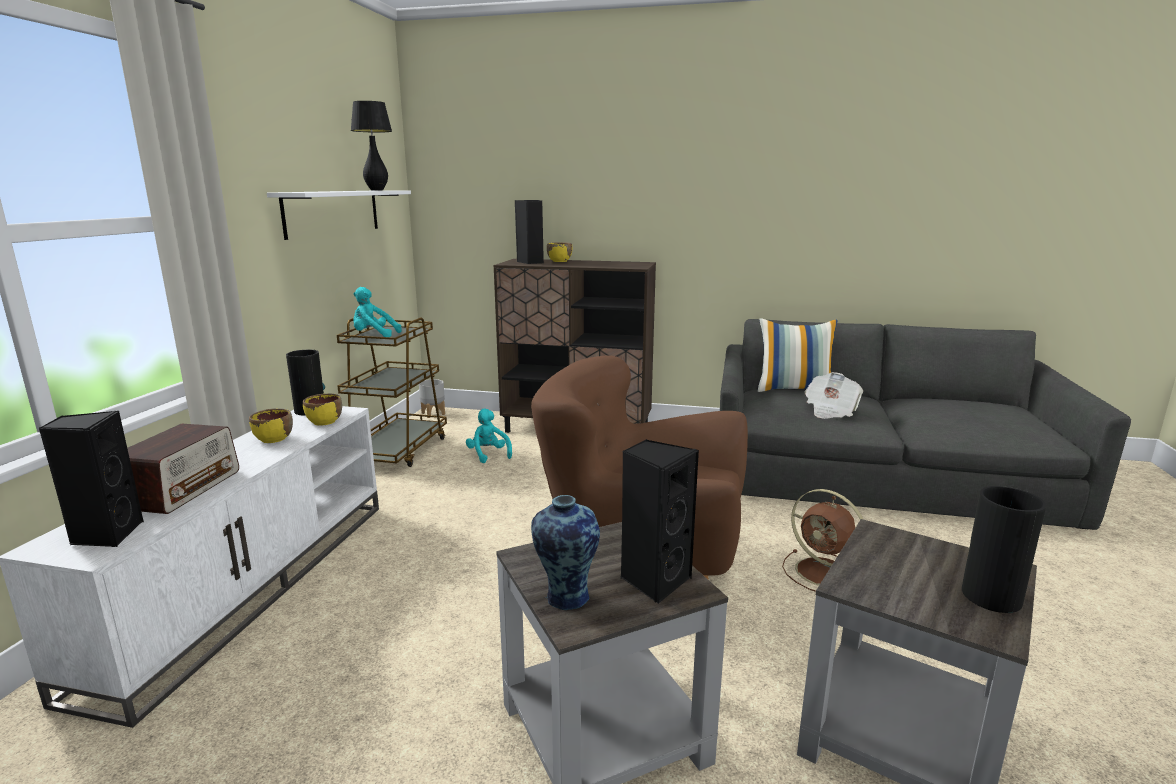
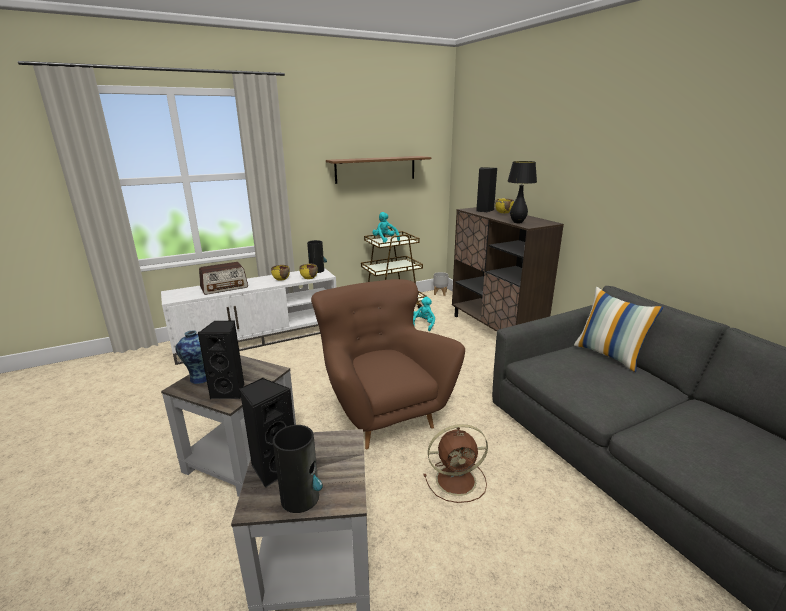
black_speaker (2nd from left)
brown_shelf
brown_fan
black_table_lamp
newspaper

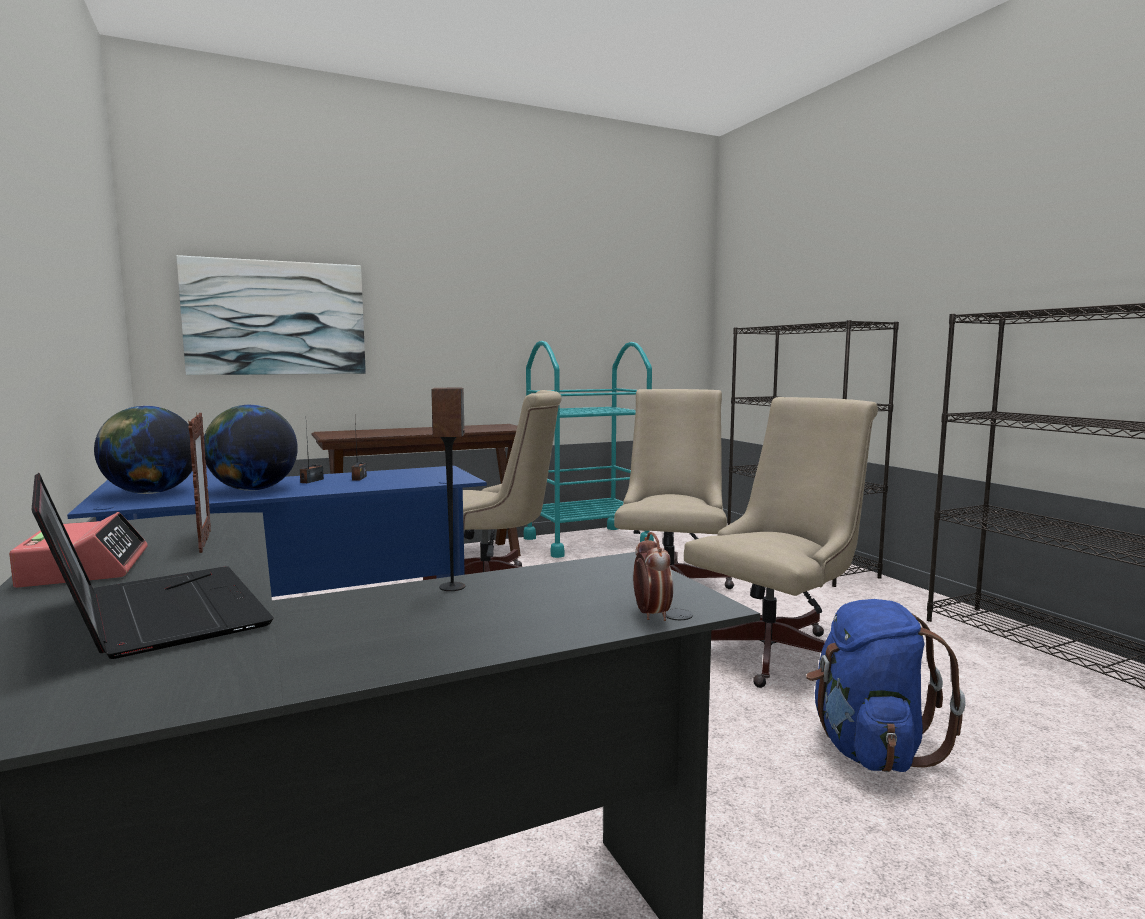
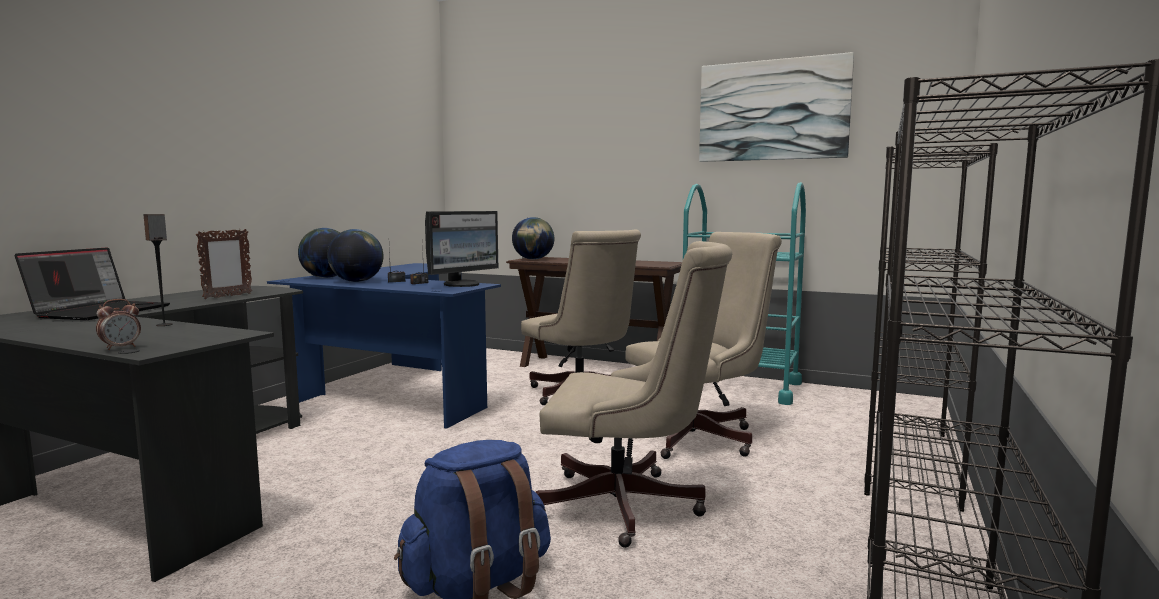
monitor
globe (3rd from left)
picture
alarm_clock (1st from left in the first image)

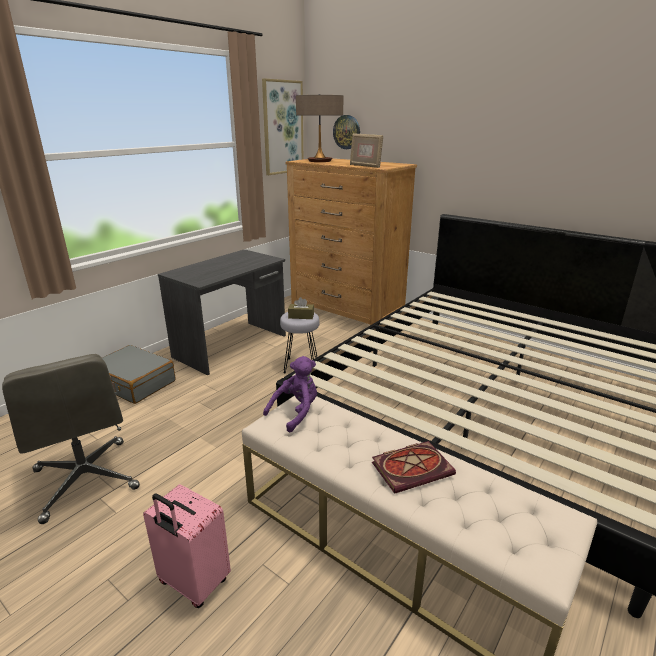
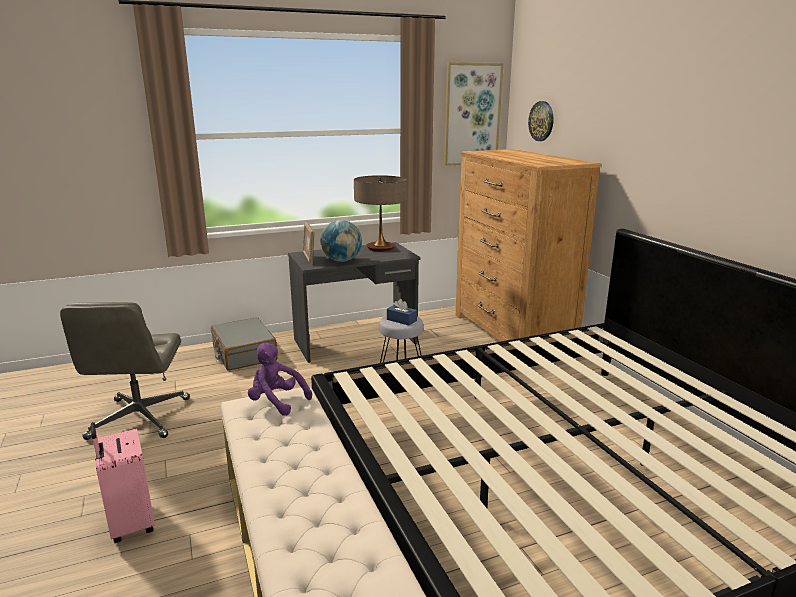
purple_plush_toy
picture_frame
globe
table_lamp
blue_tissue_box
book

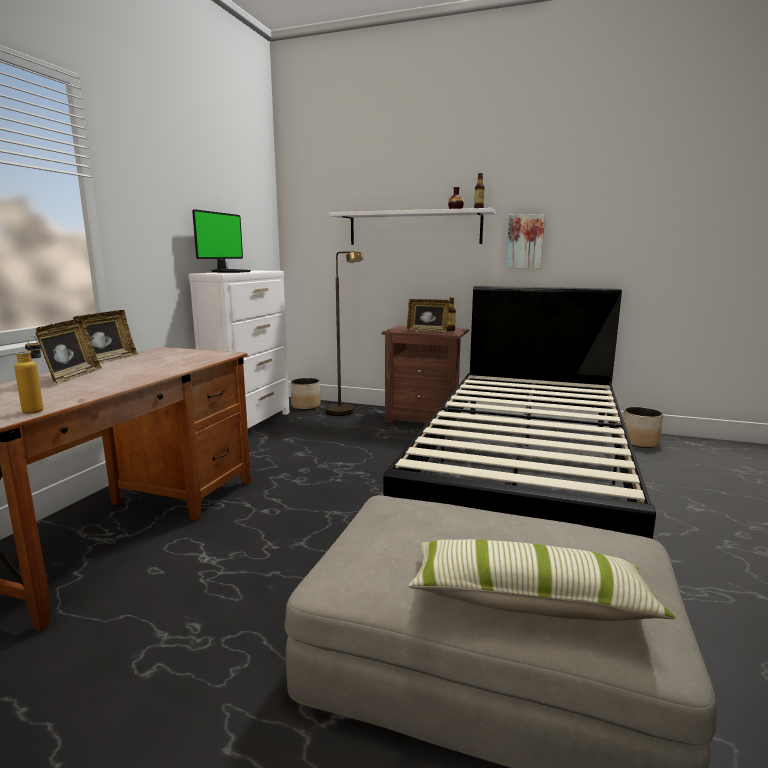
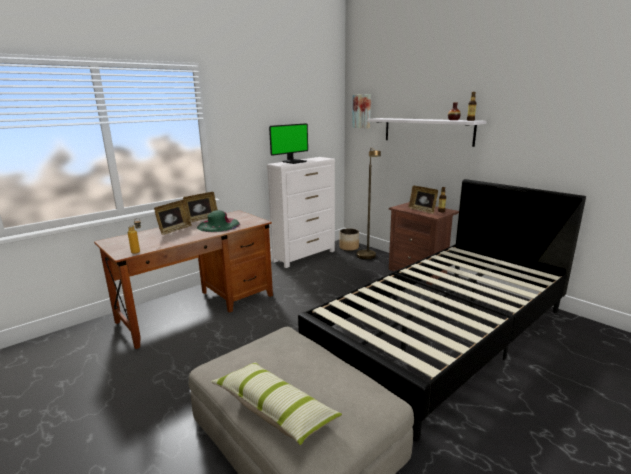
green_hat
picture
planter (2nd from left in the first image)

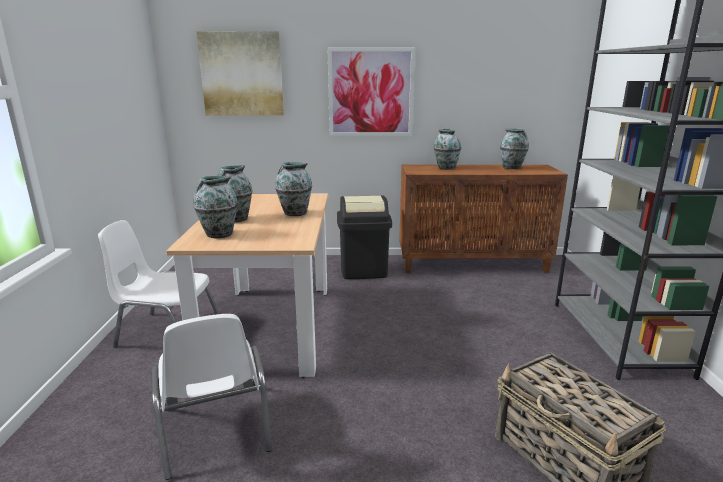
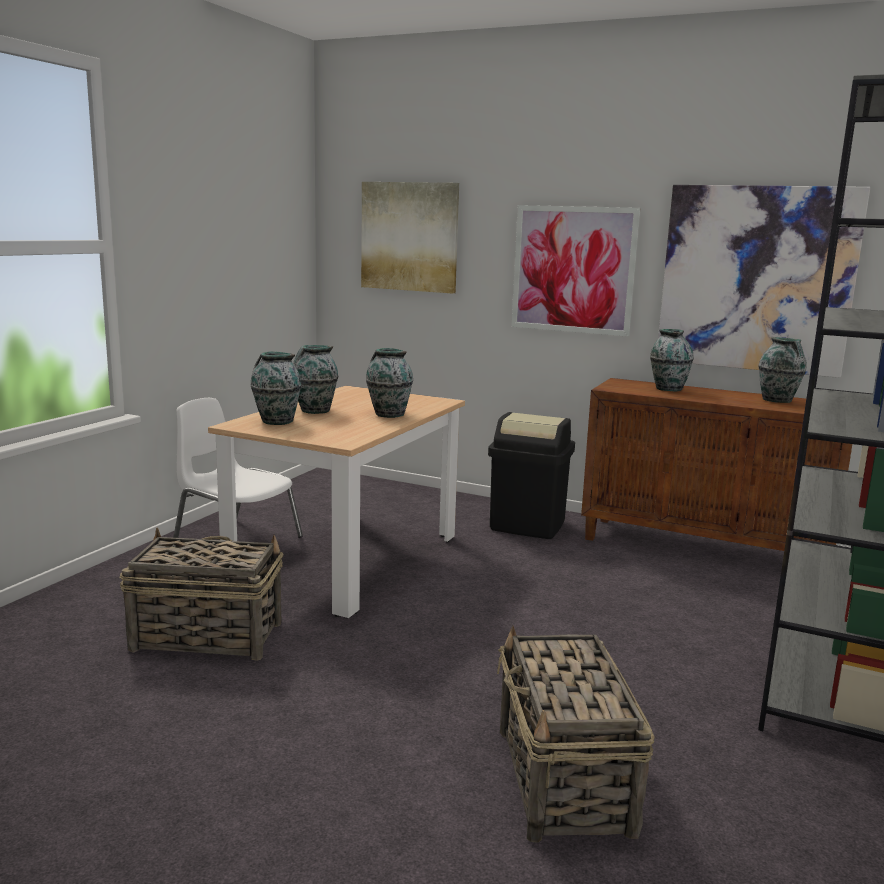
basket (1st from left)
picture (3rd from left)

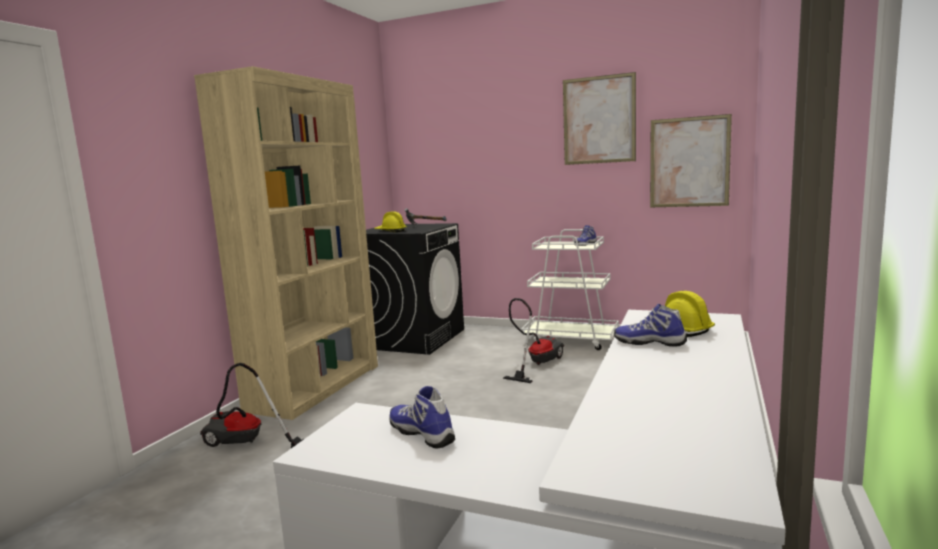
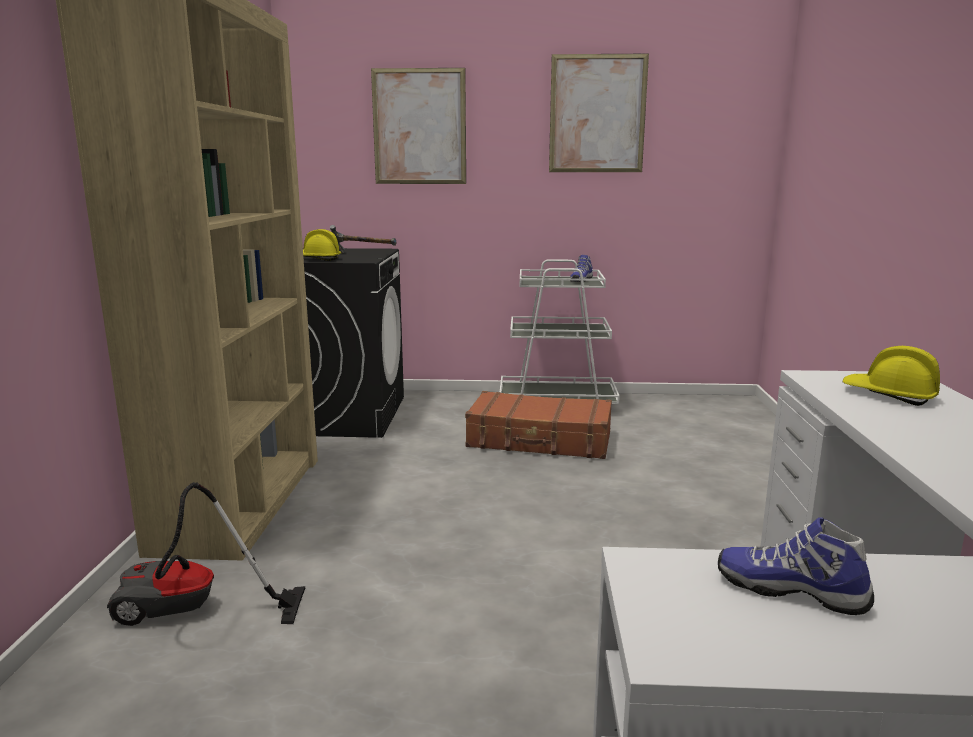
picture (1st from left)
brown_suitcase
shoe (3rd from left in the first image)

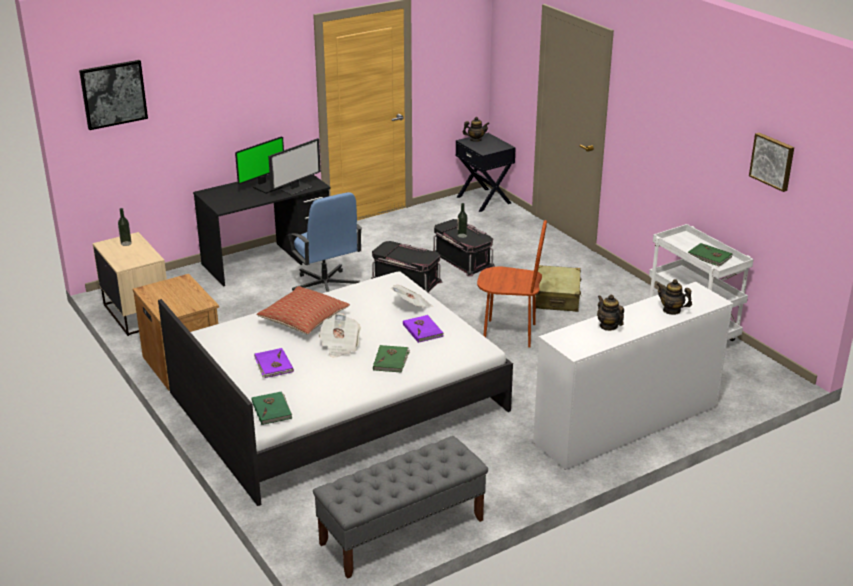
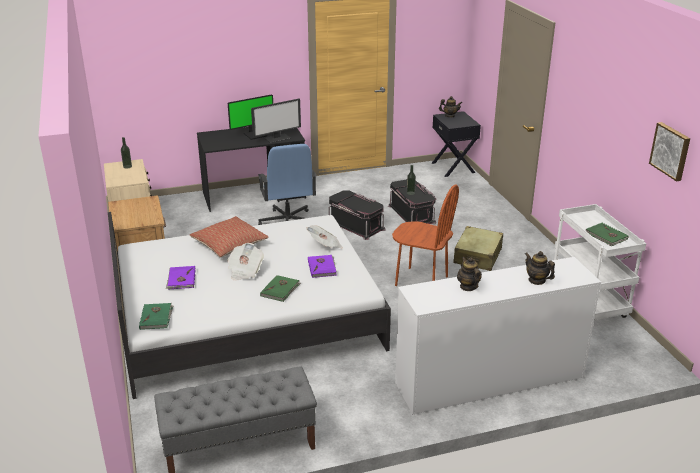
picture (1st from left in the first image)

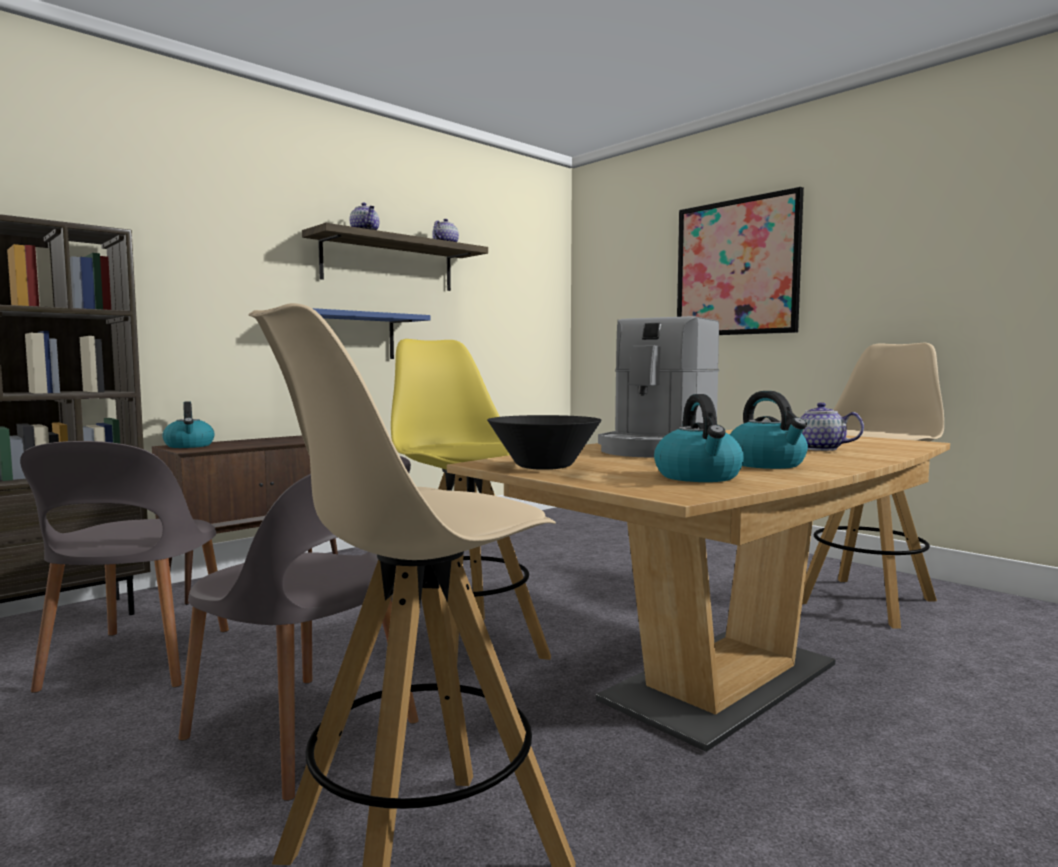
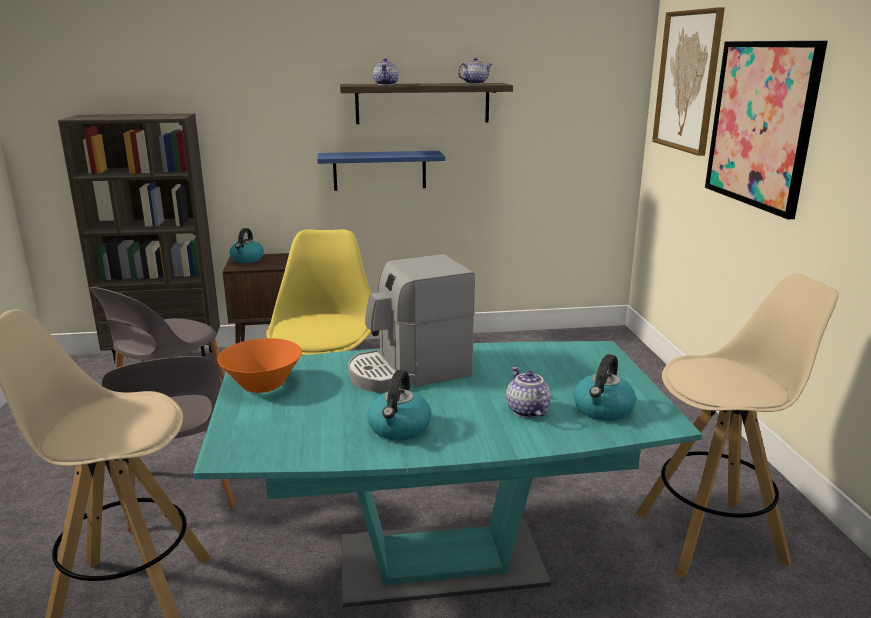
turquoise_dining_table
orange_bowl
kettle (3rd from left)
picture (1st from left)

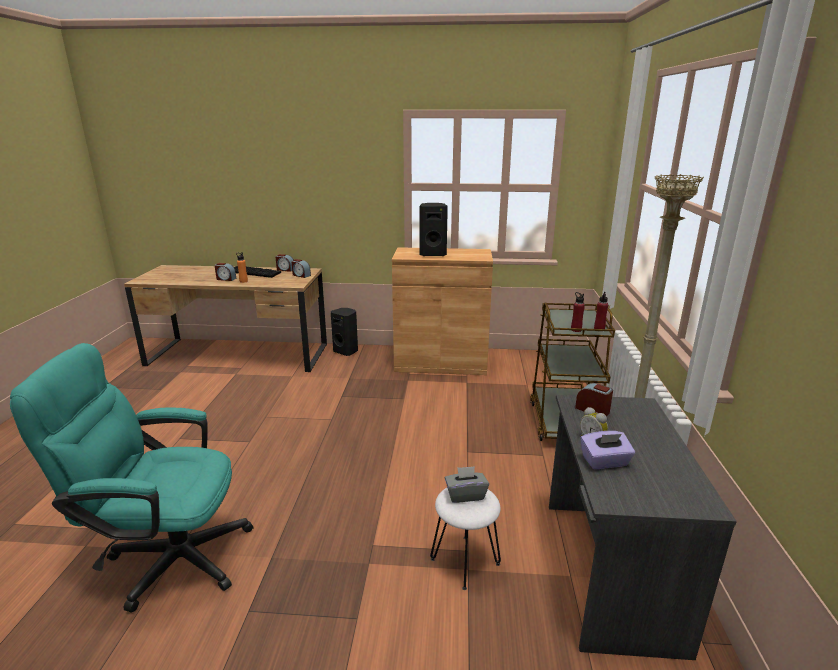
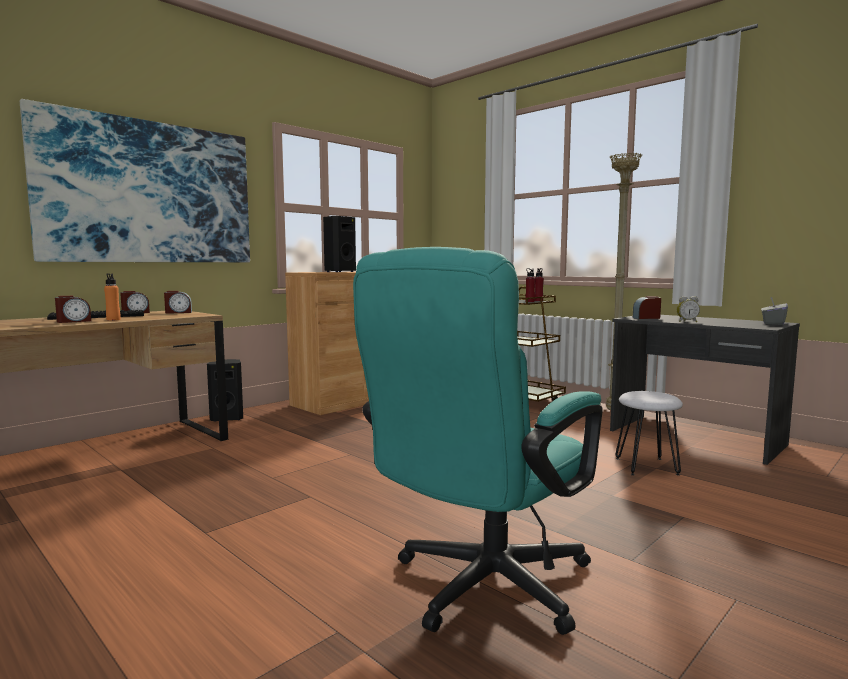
picture
grey_tissue_box
purple_tissue_box

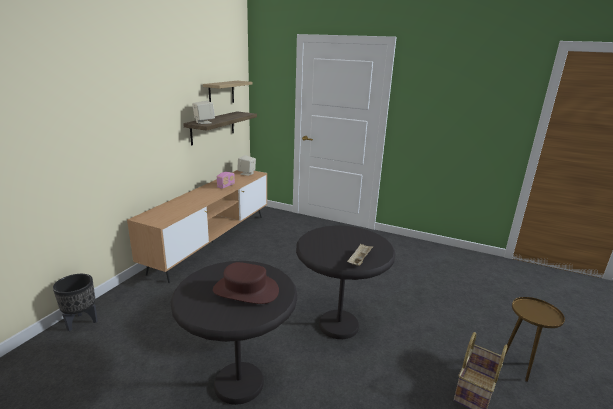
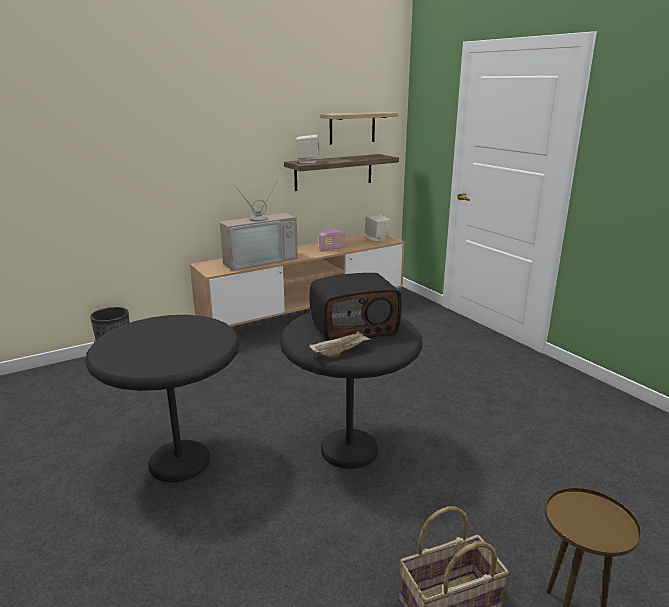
television
radio (2nd from left)
brown_hat

